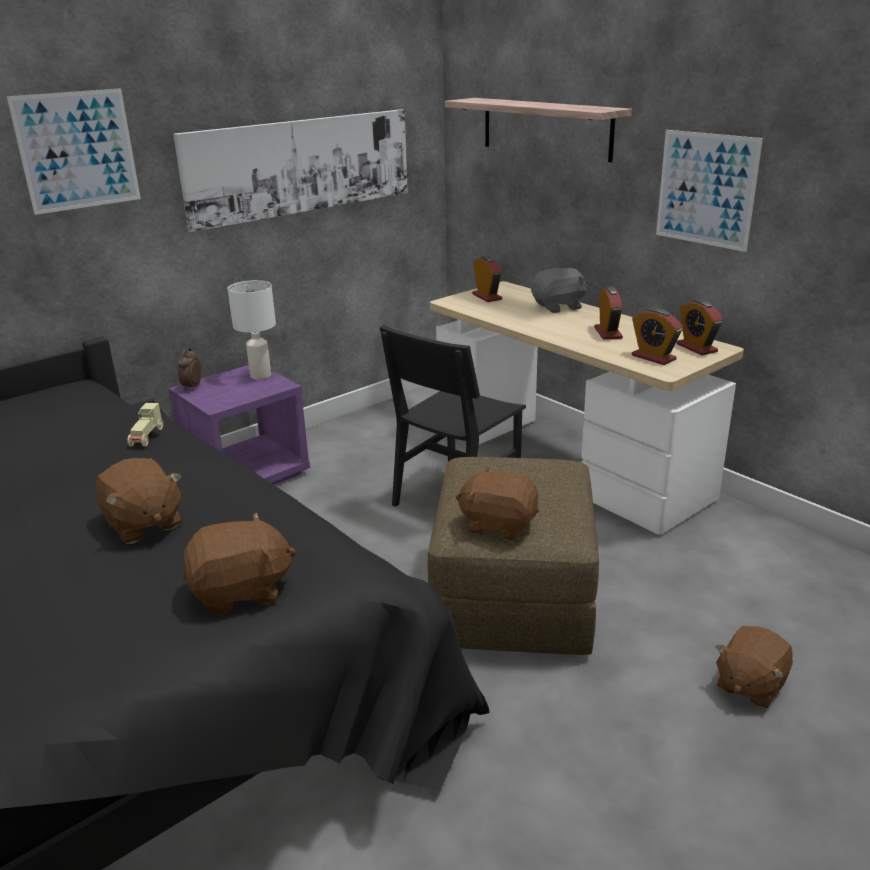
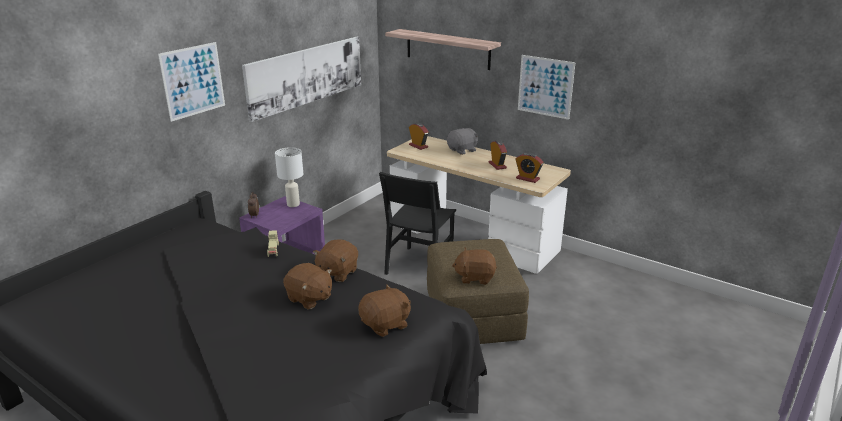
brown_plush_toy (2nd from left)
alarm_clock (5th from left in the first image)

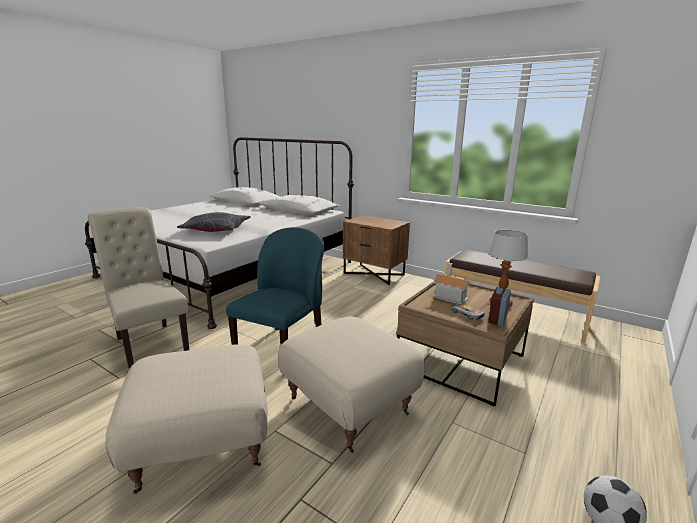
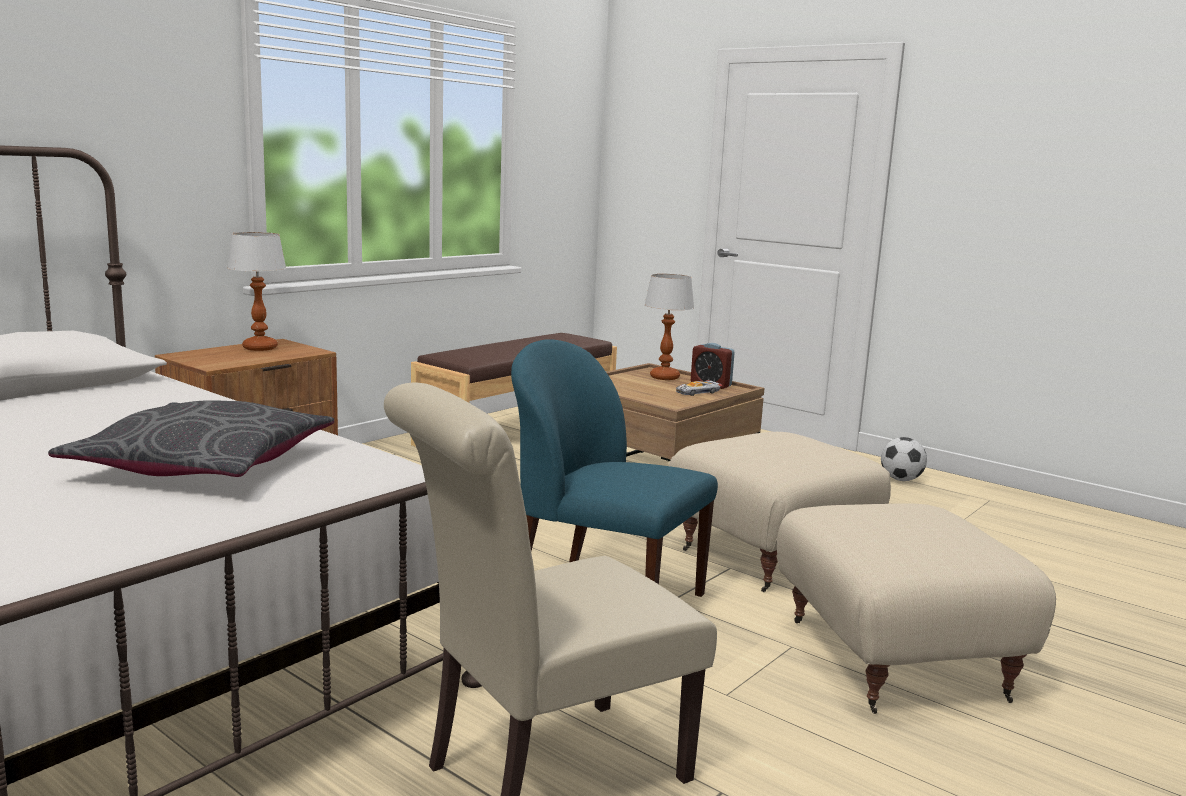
table_lamp (1st from left)
toy_house

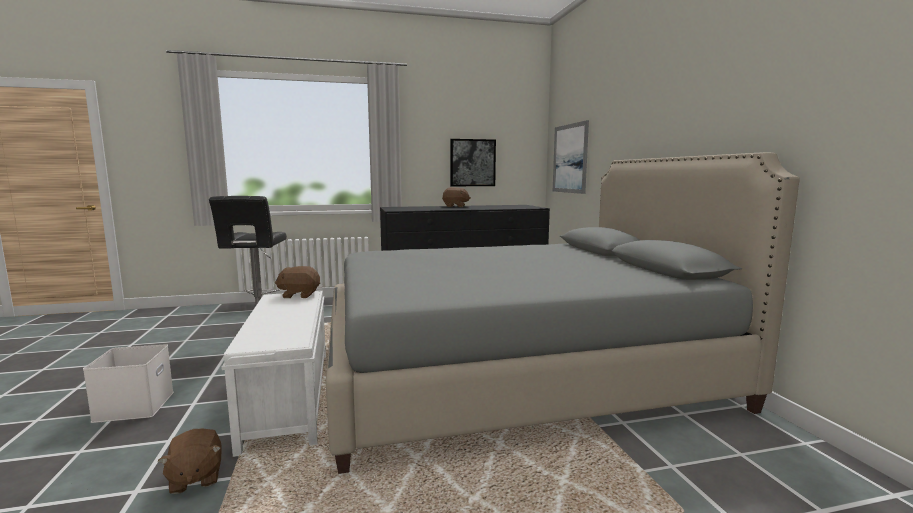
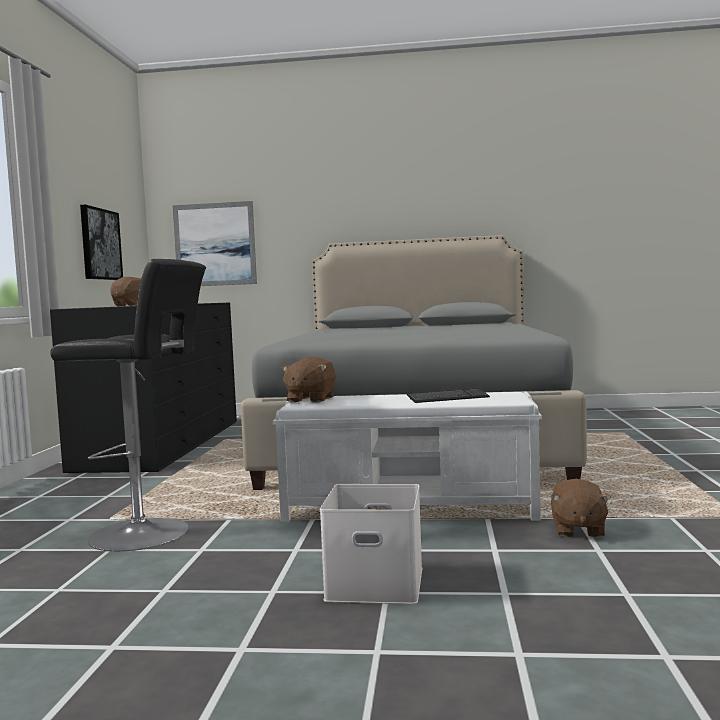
keyboard
brown_plush_toy (3rd from left)

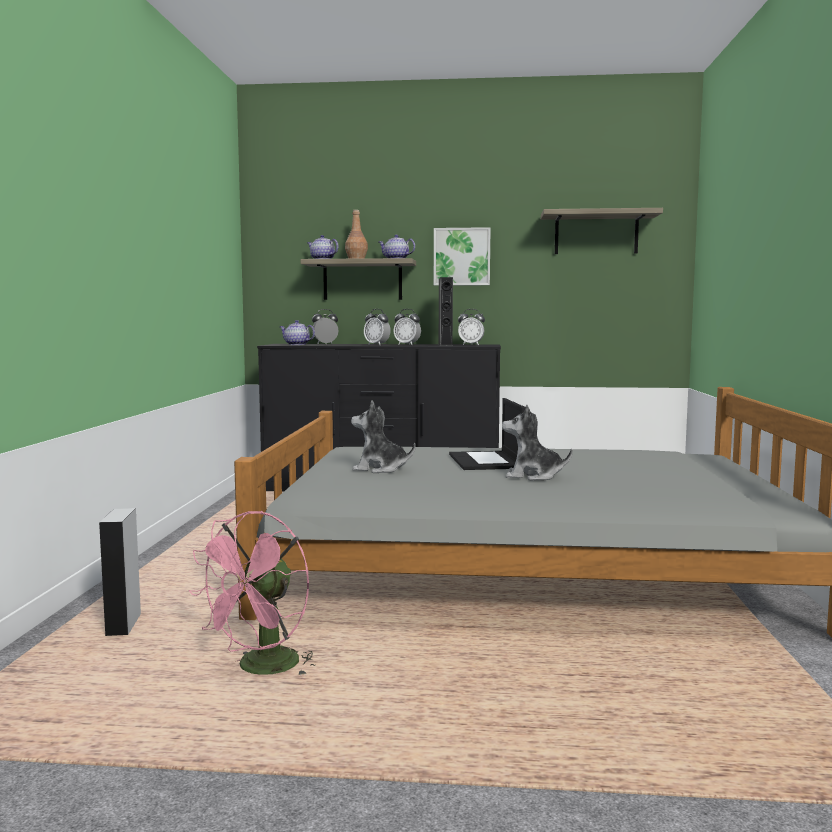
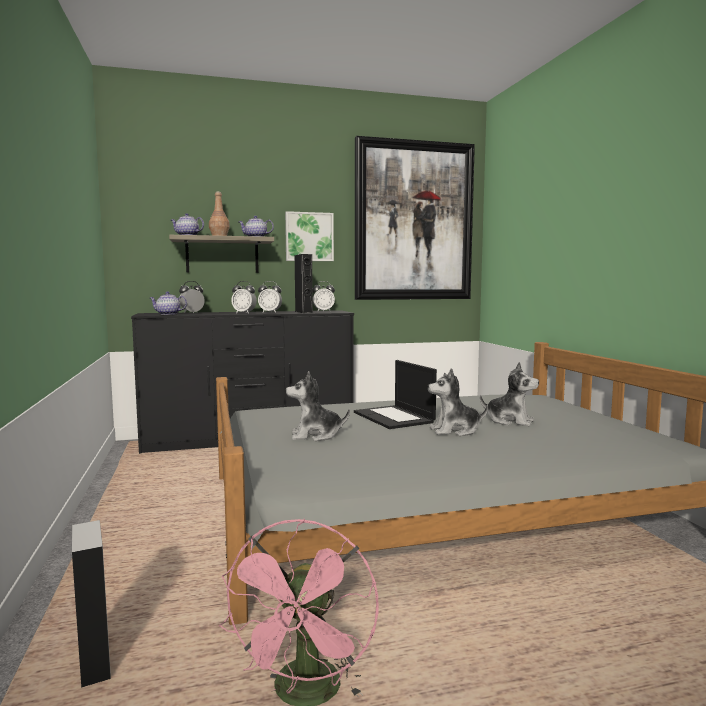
picture (2nd from left)
plush_toy (3rd from left)

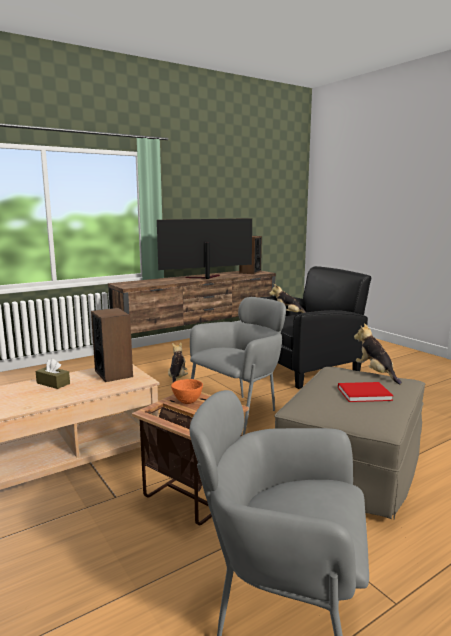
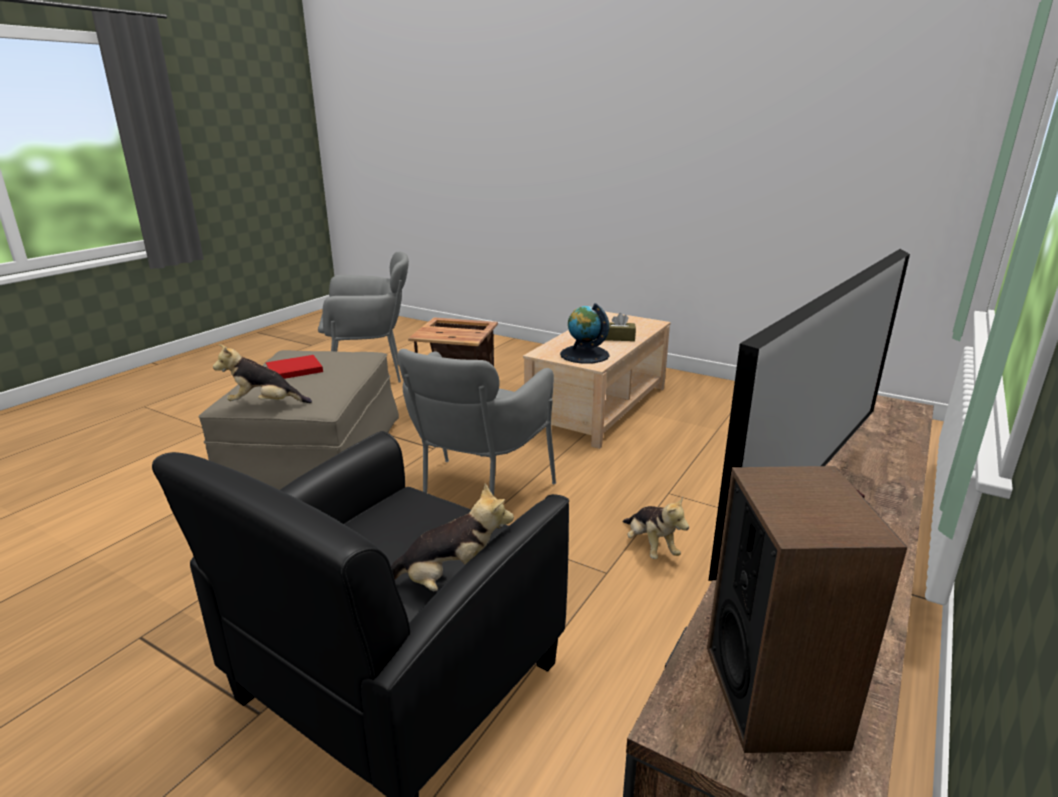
plush_toy (1st from left)
globe
orange_bowl

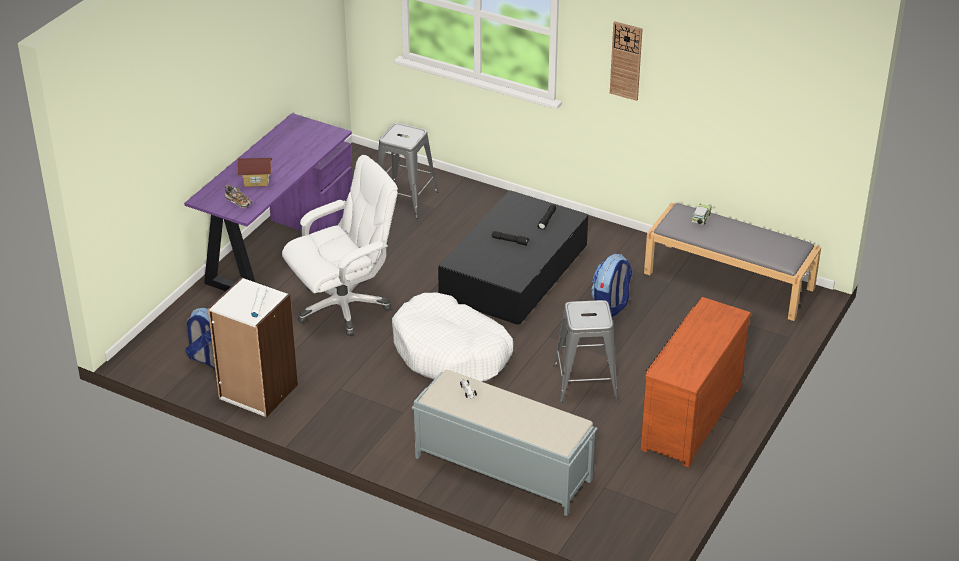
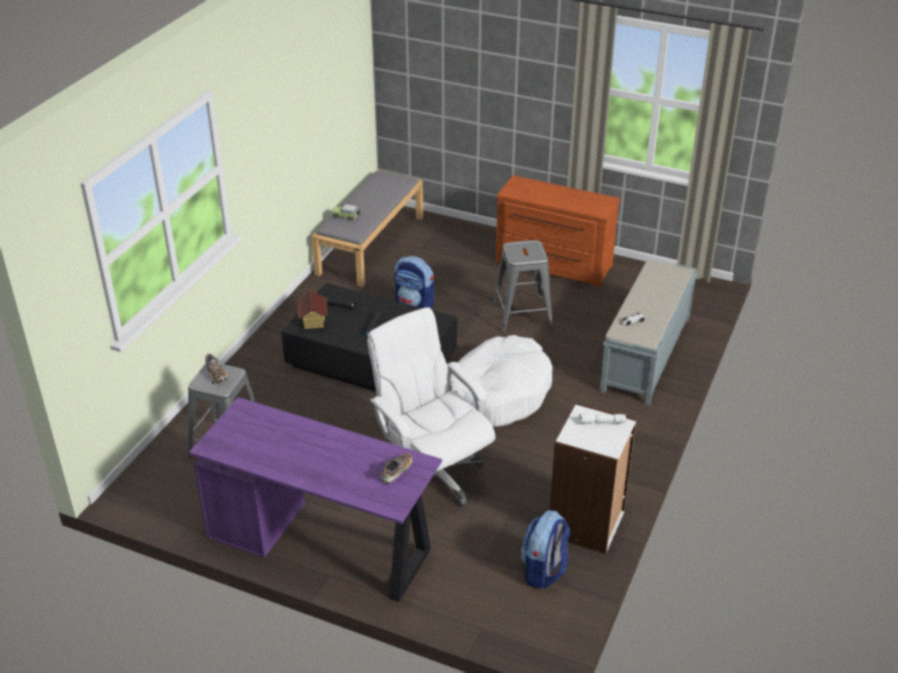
shoe (1st from left)
toy_house
wall_clock

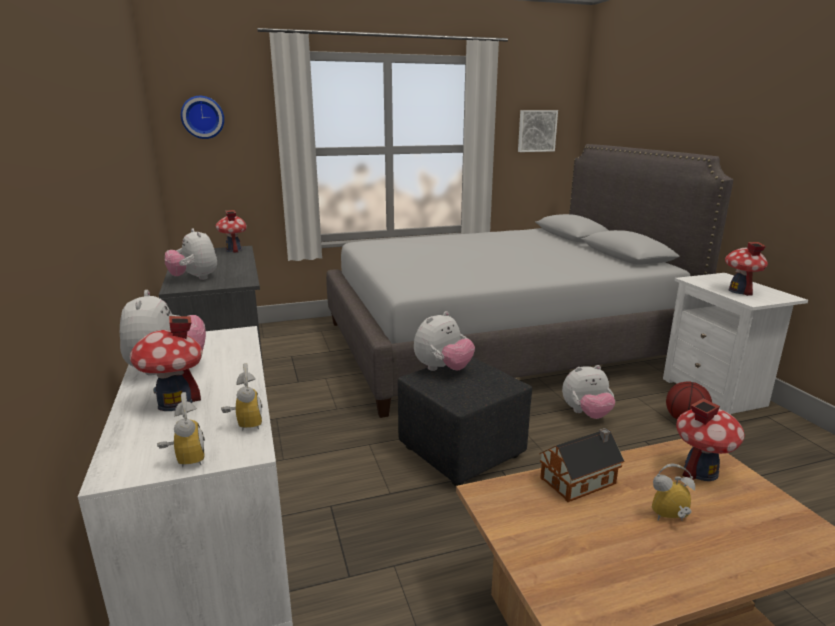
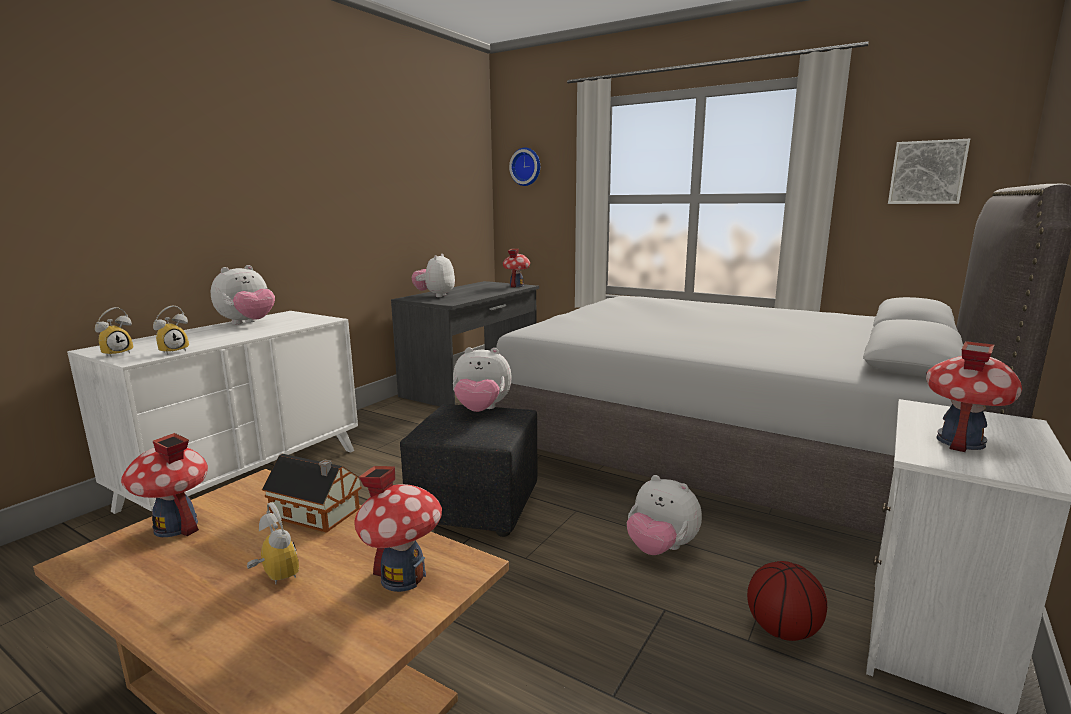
toy_house (1st from left)

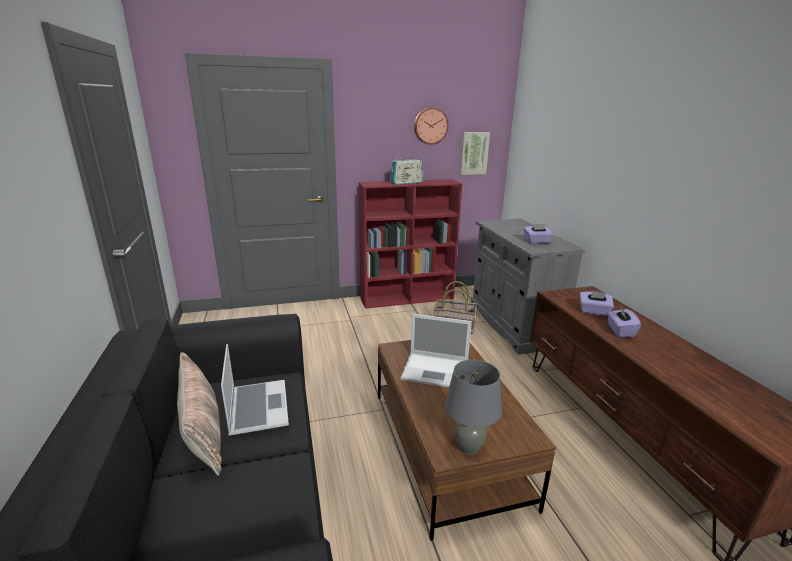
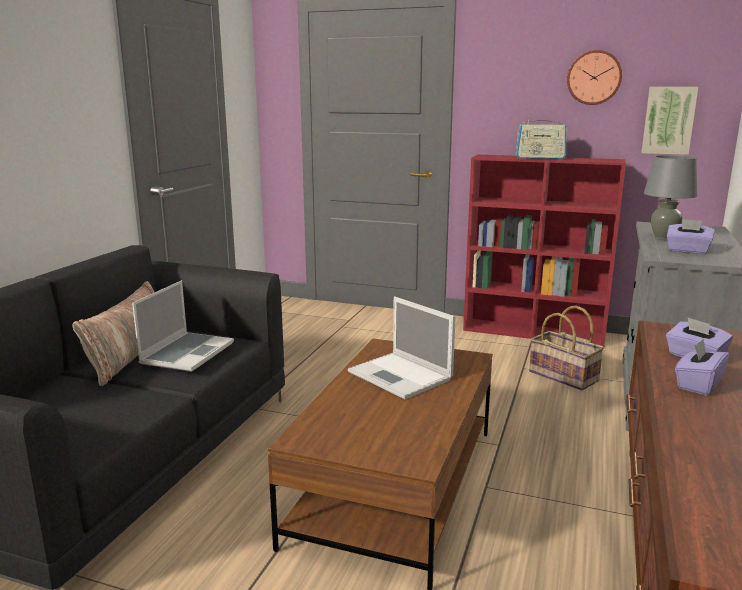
grey_table_lamp

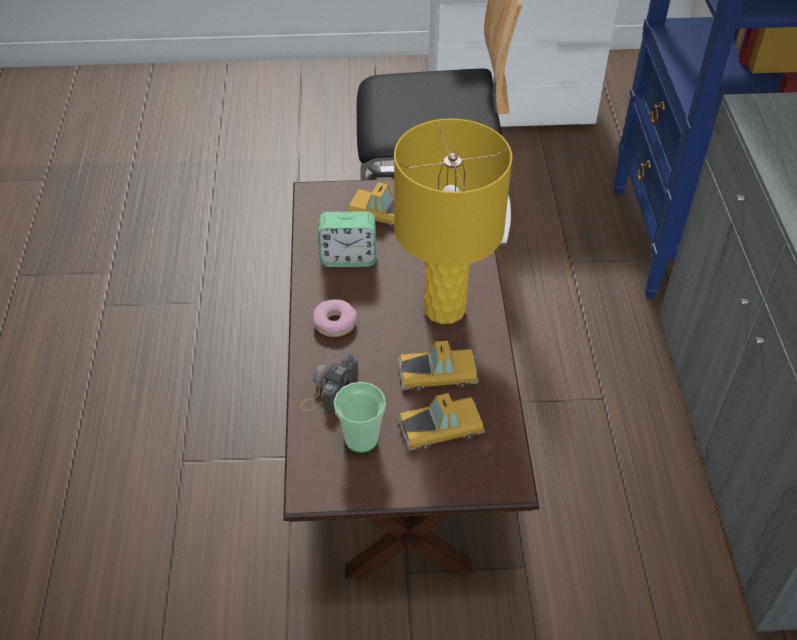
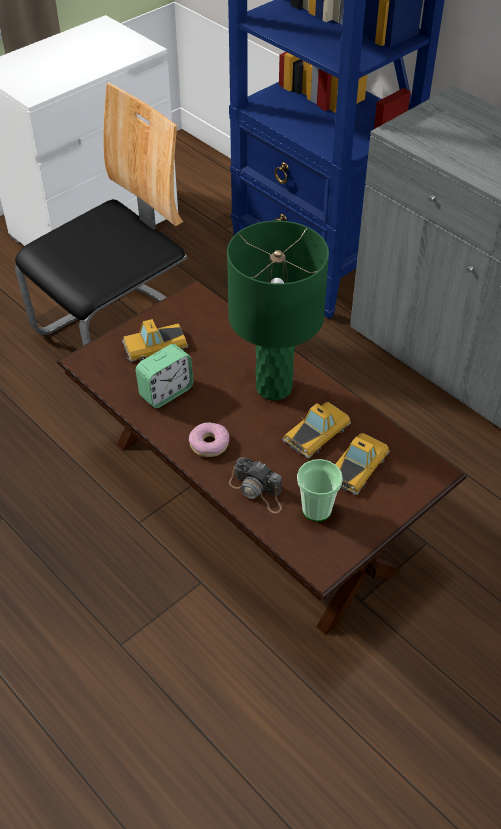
green_table_lamp
photo_camera

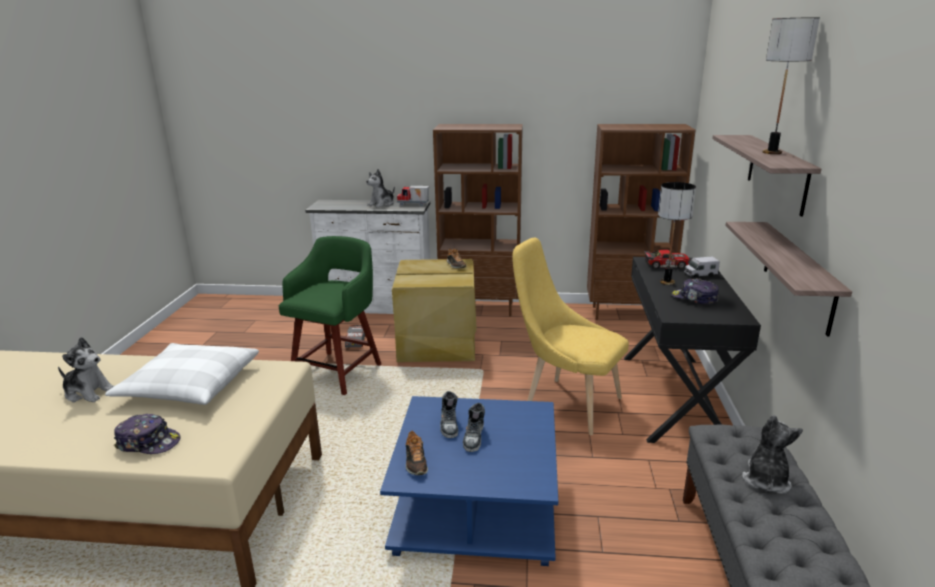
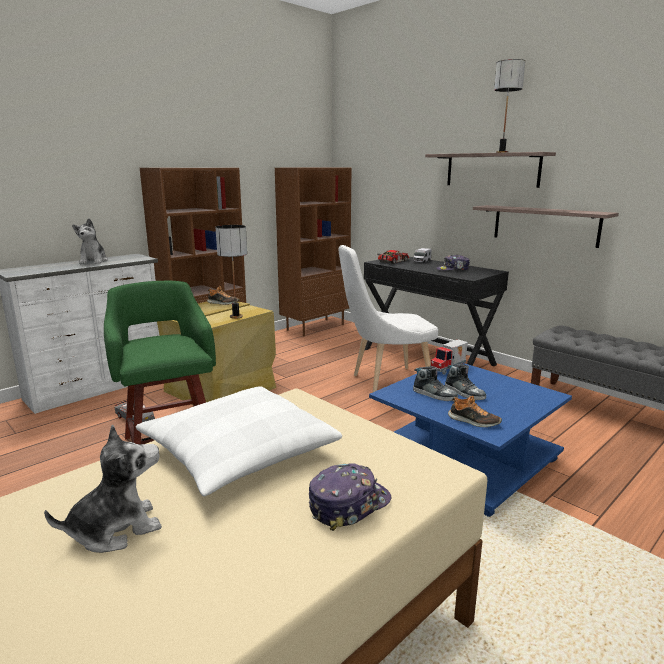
table_lamp (1st from left)
white_chair
toy_truck (2nd from left)
plush_toy (3rd from left in the first image)

